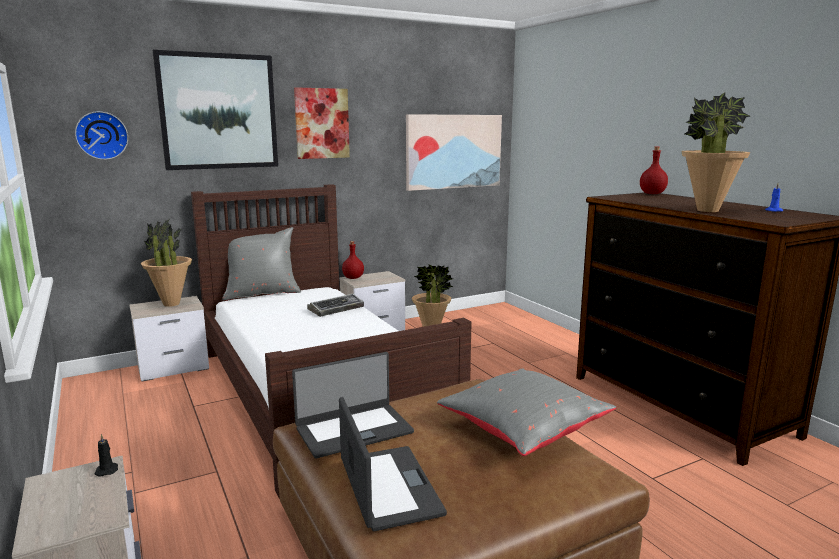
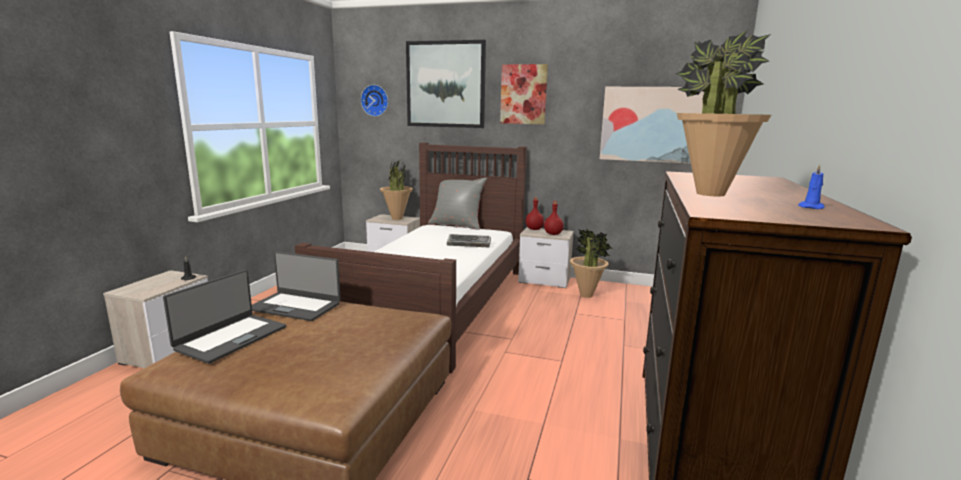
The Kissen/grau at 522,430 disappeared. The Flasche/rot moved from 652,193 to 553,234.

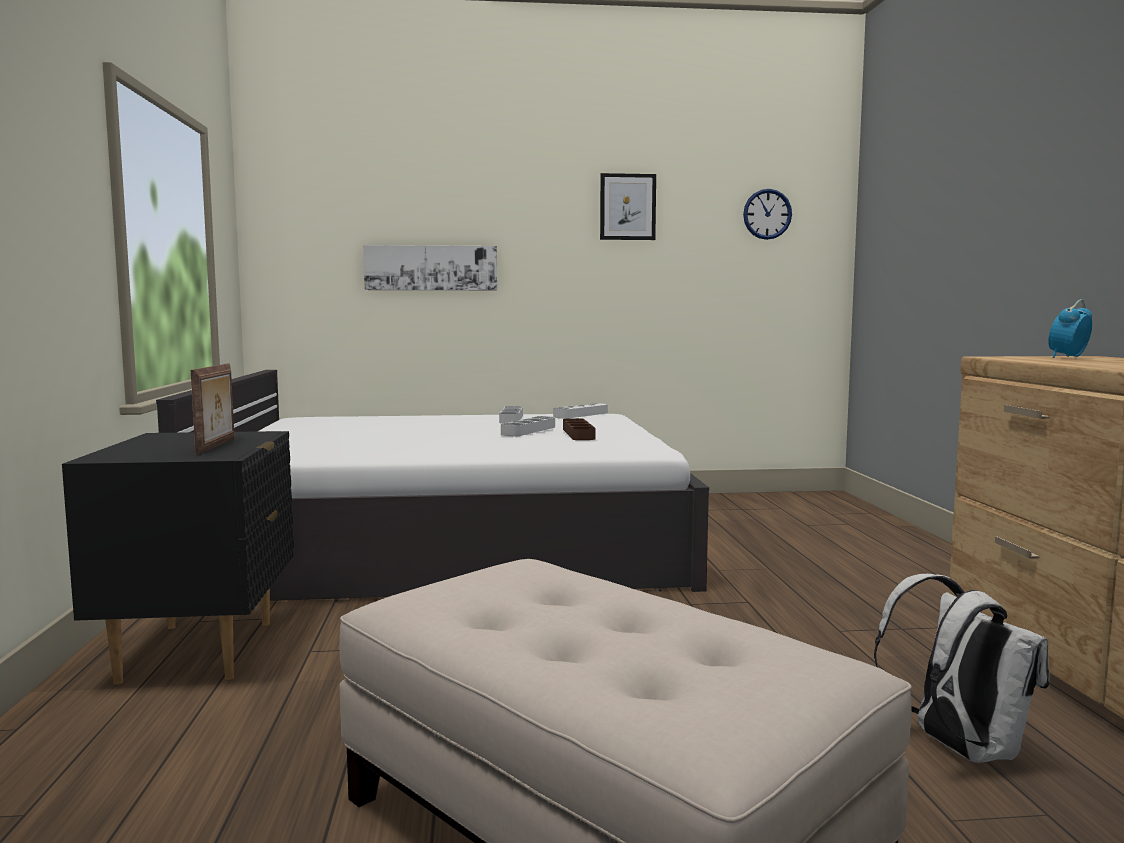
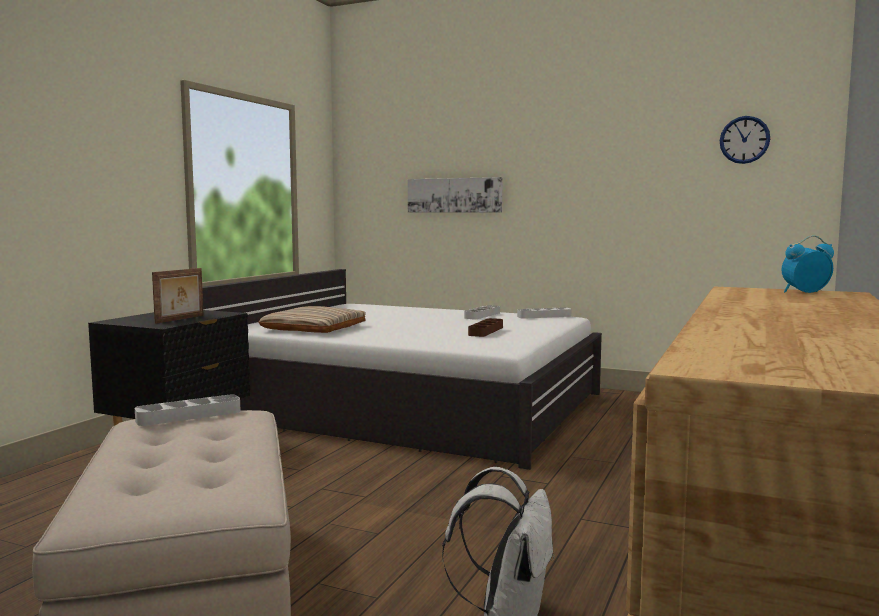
The Bild at 627,207 disappeared. The Kissen/beige at 314,328 appeared. The Tablett/grau moved from 528,431 to 189,415.

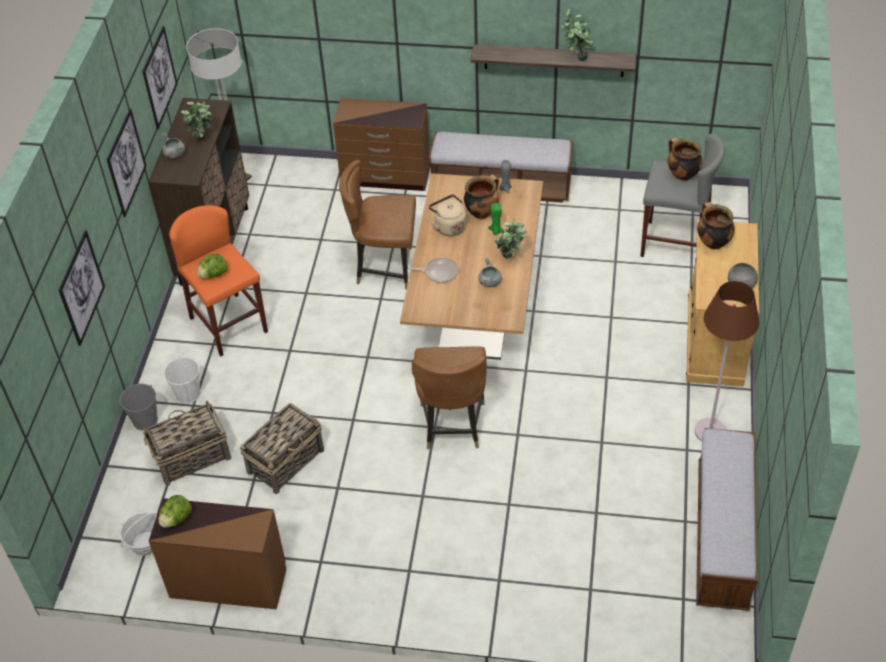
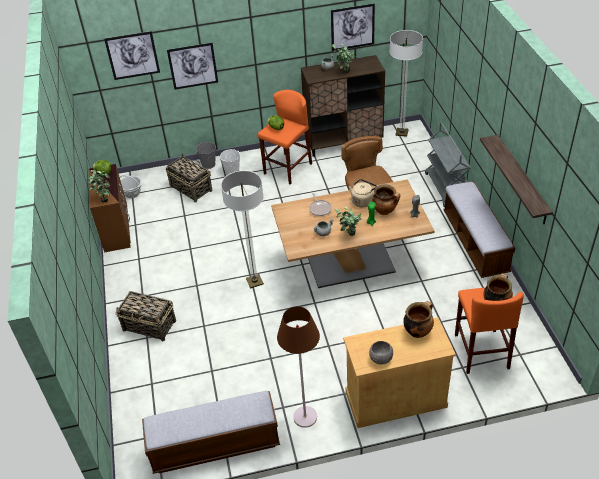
The Bild moved from 126,163 to 132,55. The Korb moved from 286,461 to 150,326. The Topfpflanze moved from 576,59 to 104,199. The Kommode/braun at 386,177 was replaced by the Rollwagen/grau at 445,188. The Stuhl/braun at 452,425 was replaced by the Stehlampe at 254,281. The Hocker/grau at 674,243 became the Hocker/orange at 481,351.

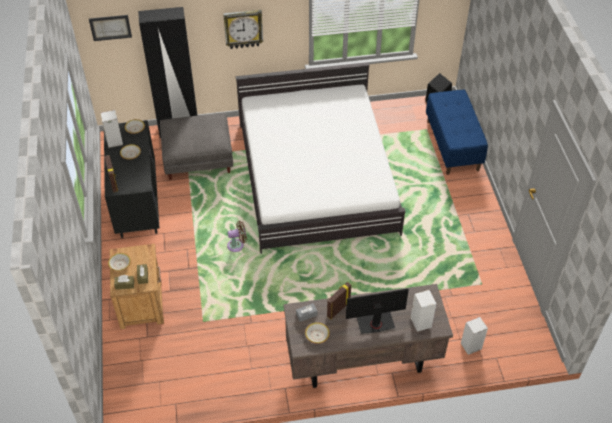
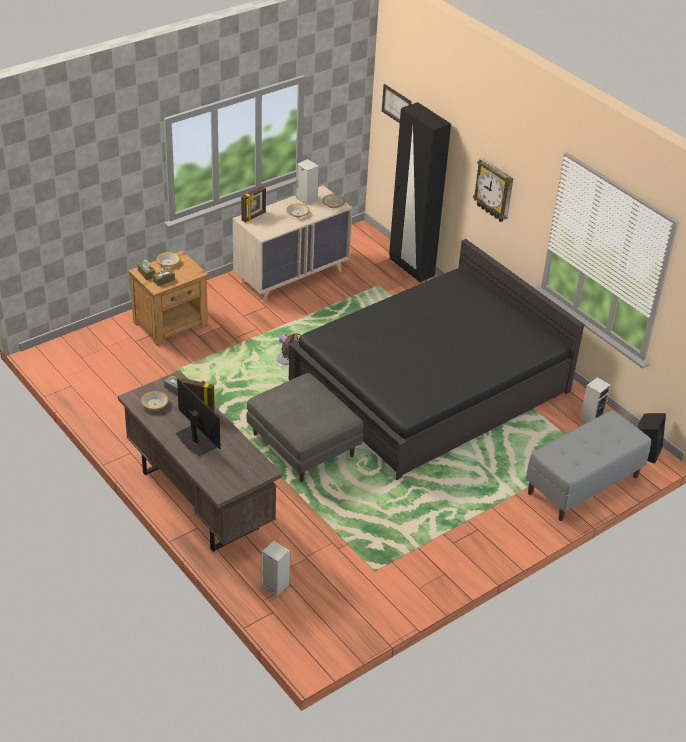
The Polsterhocker/grau moved from 199,159 to 304,446. The Lautsprecher moved from 420,322 to 591,417. The Kommode/schwarz at 137,202 became the Kommode/beige at 292,276. The Bett/weiß at 316,176 became the Bett/schwarz at 430,385. The Bank/blau at 453,145 became the Bank/grau at 583,485.

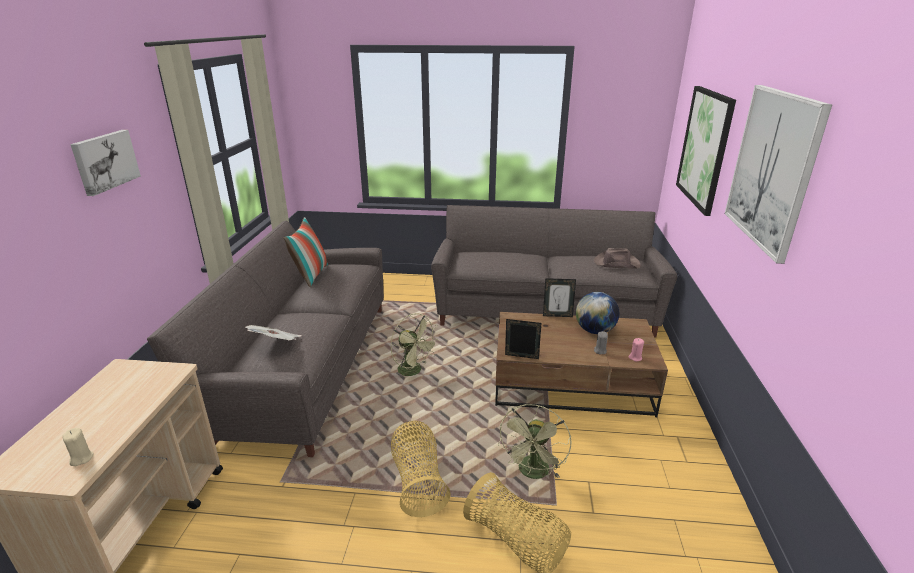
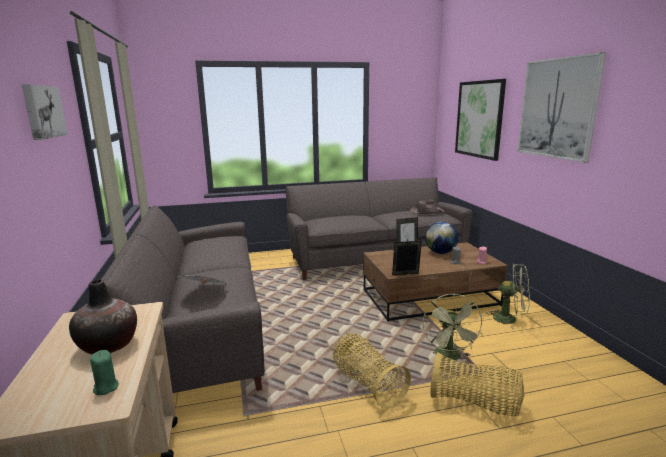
The Kissen at 310,275 disappeared. The Vase at 108,345 appeared. The Ventilator/grün moved from 414,371 to 510,319. The Kerze/beige at 81,458 became the Kerze/grün at 105,387.

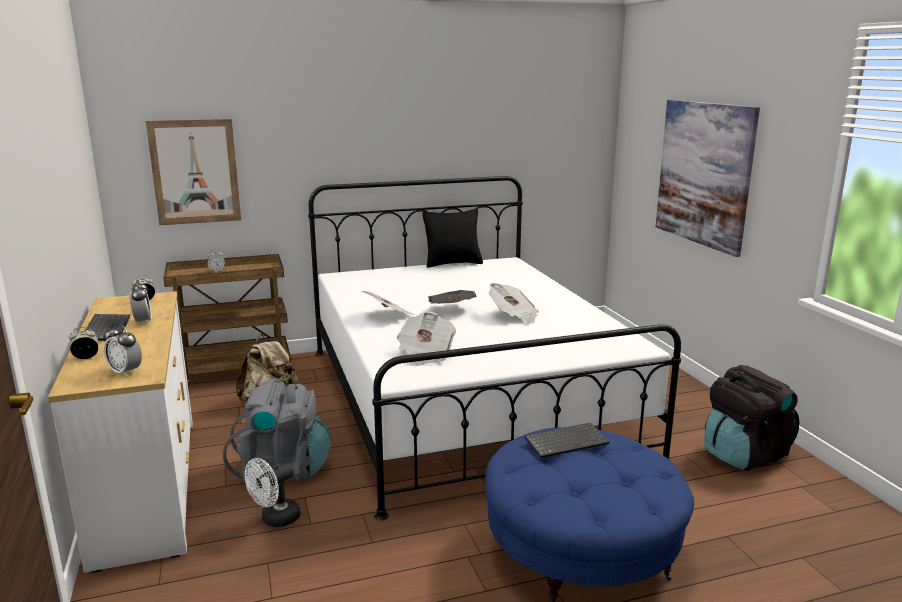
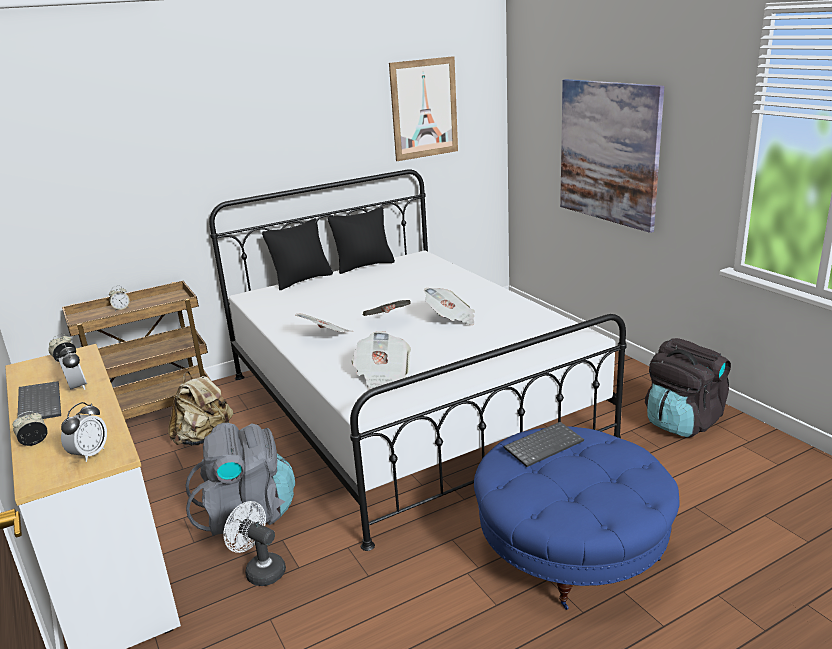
The Kissen/schwarz at 302,280 appeared. The Bild moved from 195,172 to 424,108. The Wecker at 125,372 turned 90 degrees counterclockwise. The Ventilator/weiß at 275,519 turned 90 degrees clockwise.

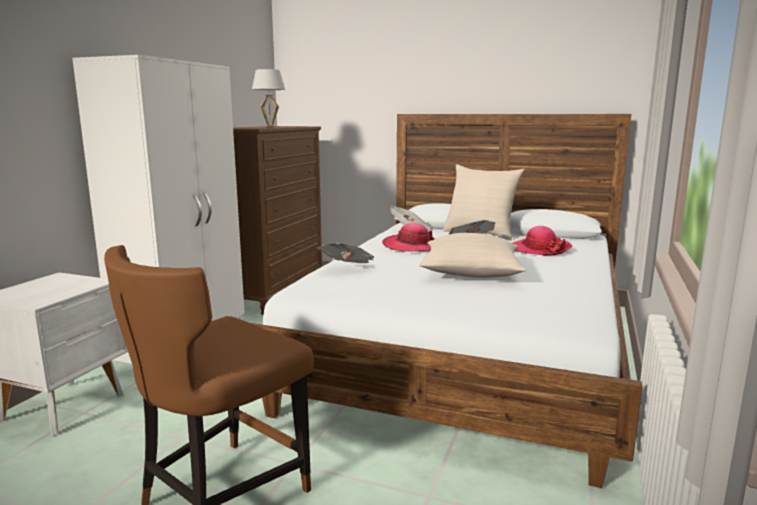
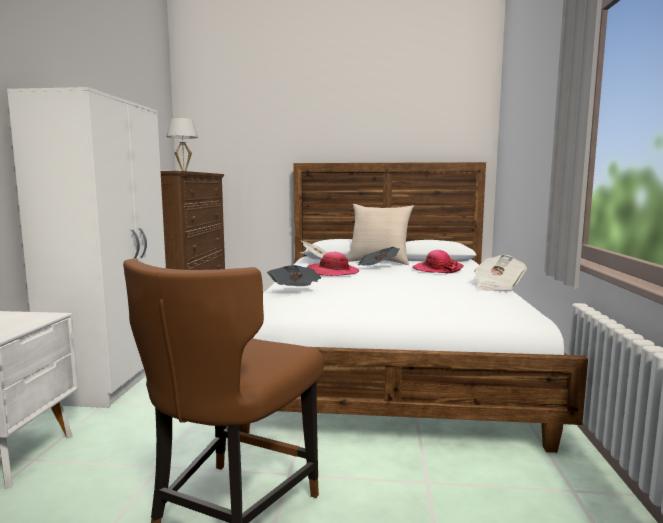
The Kissen/beige at 471,273 disappeared. The Zeitung at 496,287 appeared.

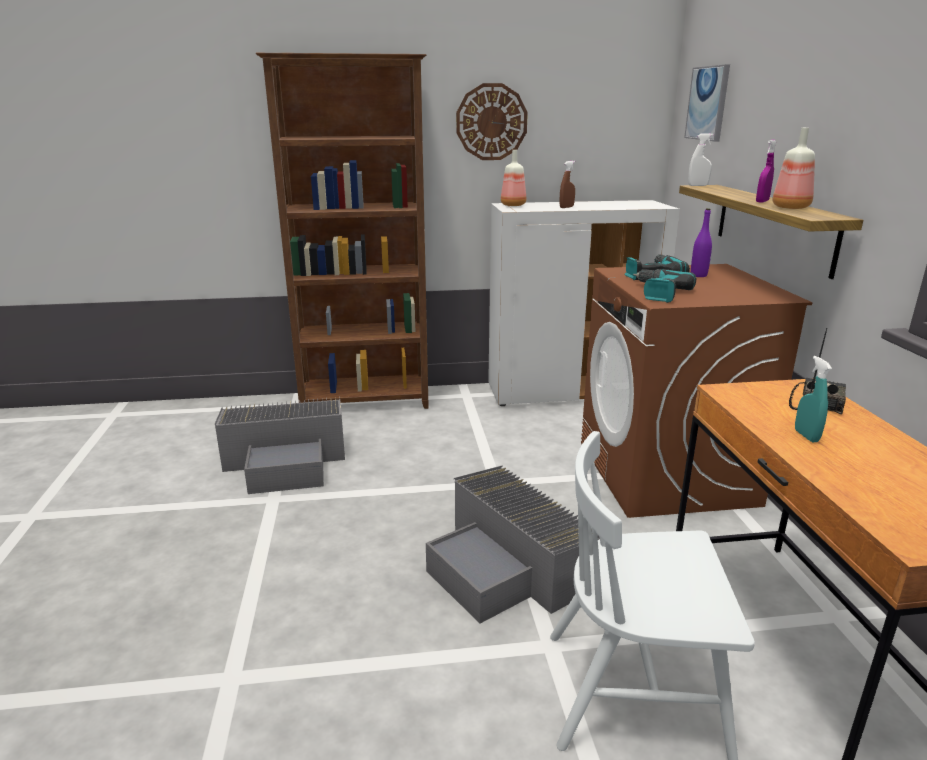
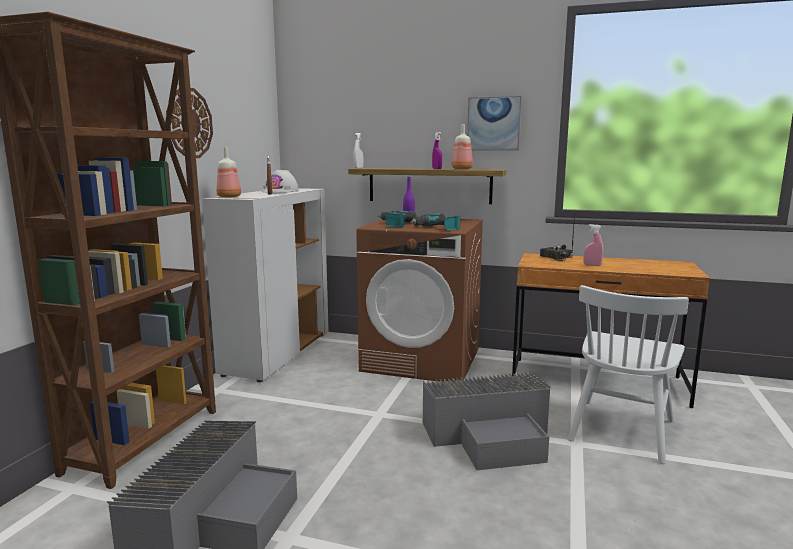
The Schutzhelm/weiß at 280,191 appeared. The Bild moved from 708,103 to 493,124. The Sprühflasche/türkis at 806,436 became the Sprühflasche/rosa at 592,265.

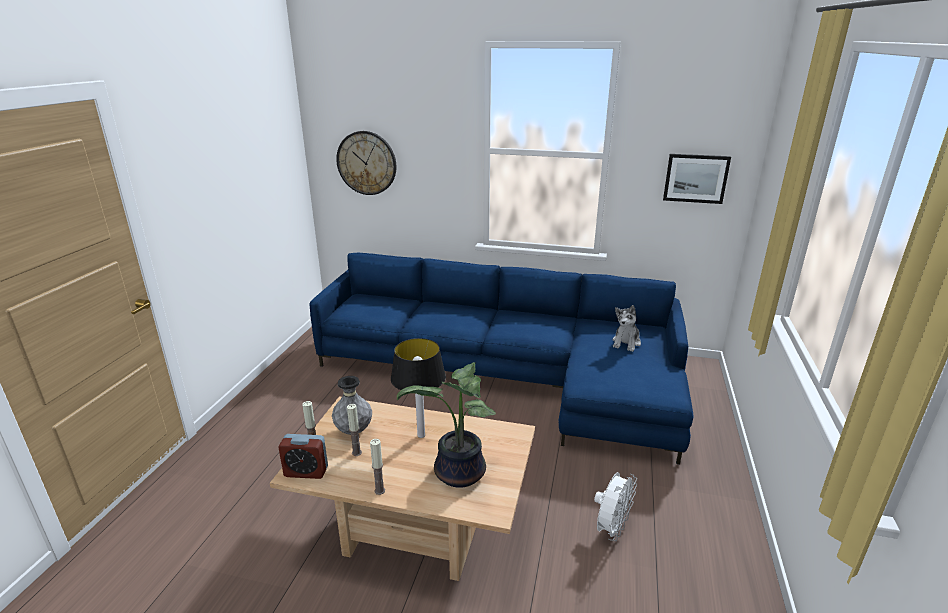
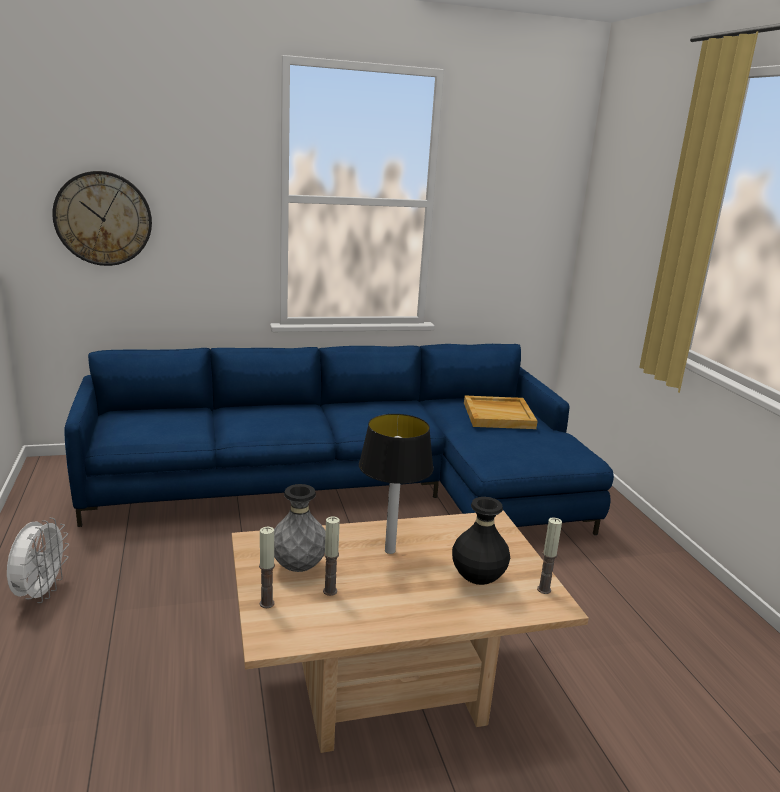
The Wecker at 306,472 disappeared. The Bild at 695,178 disappeared. The Kerze moved from 379,490 to 544,589. The Ventilator/weiß moved from 611,529 to 40,593. The Topfpflanze at 458,474 was replaced by the Vase/schwarz at 477,580. The Plüschtier at 626,343 was replaced by the Tablett/beige at 499,415.

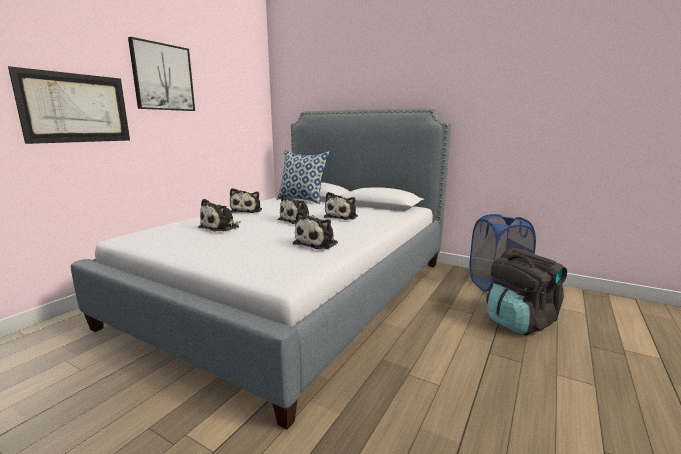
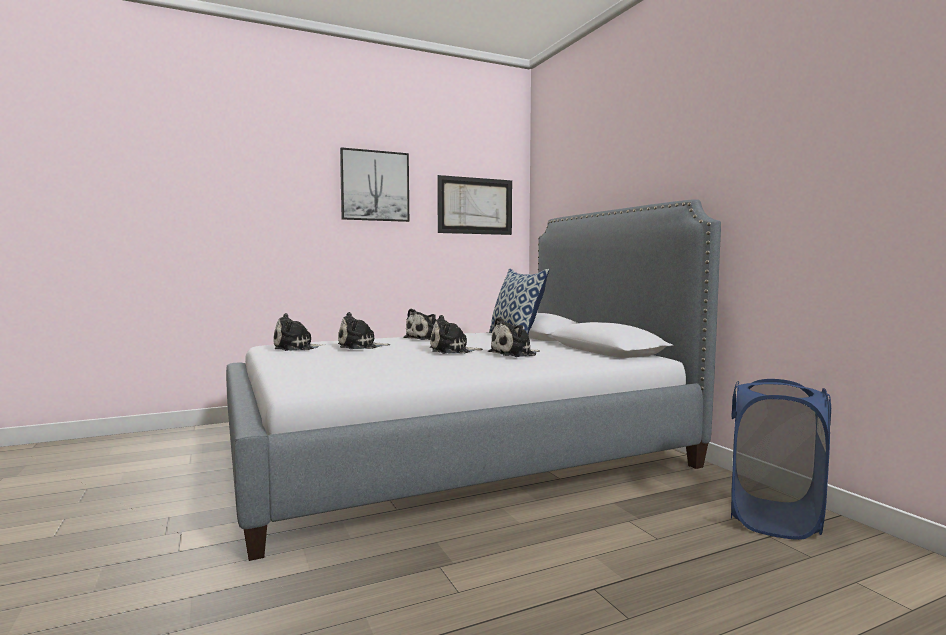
The Rucksack/schwarz at 519,322 disappeared. The Bild moved from 76,108 to 475,206. The Plüschtier moved from 318,243 to 296,348.

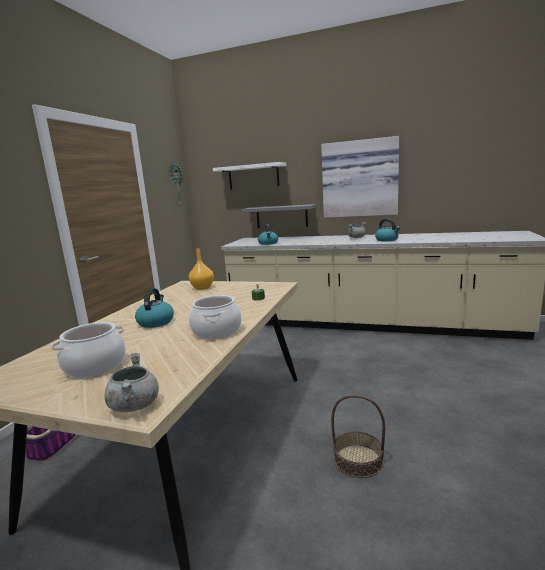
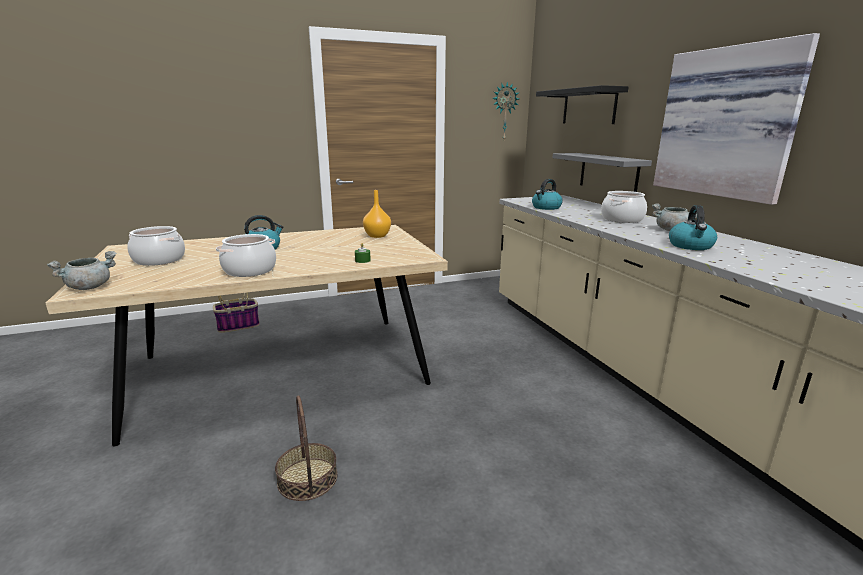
The Kochtopf at 622,219 appeared. The Wandregal/weiß at 253,176 became the Wandregal/schwarz at 589,106.

